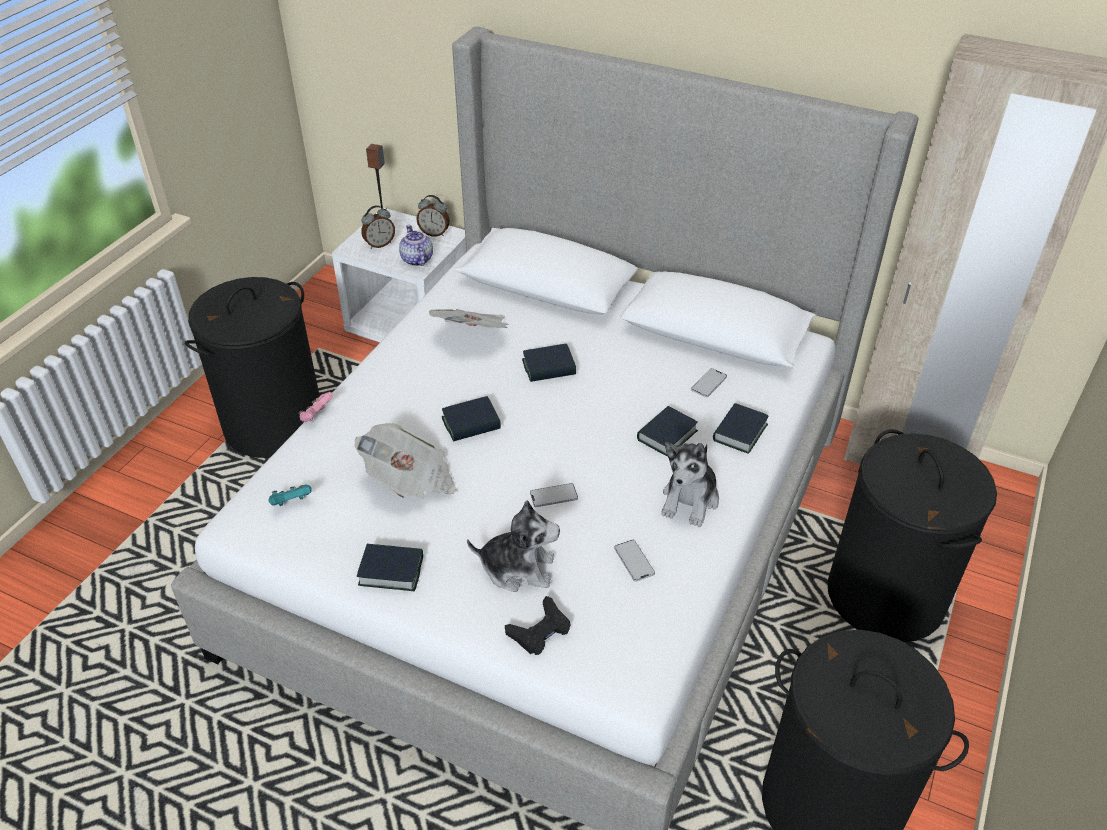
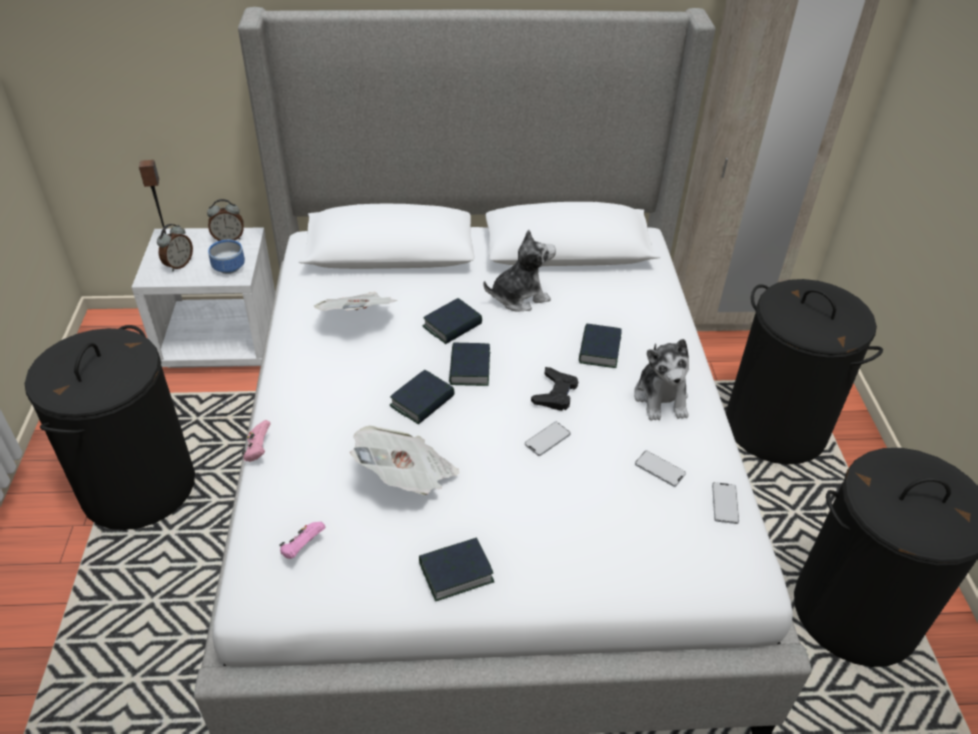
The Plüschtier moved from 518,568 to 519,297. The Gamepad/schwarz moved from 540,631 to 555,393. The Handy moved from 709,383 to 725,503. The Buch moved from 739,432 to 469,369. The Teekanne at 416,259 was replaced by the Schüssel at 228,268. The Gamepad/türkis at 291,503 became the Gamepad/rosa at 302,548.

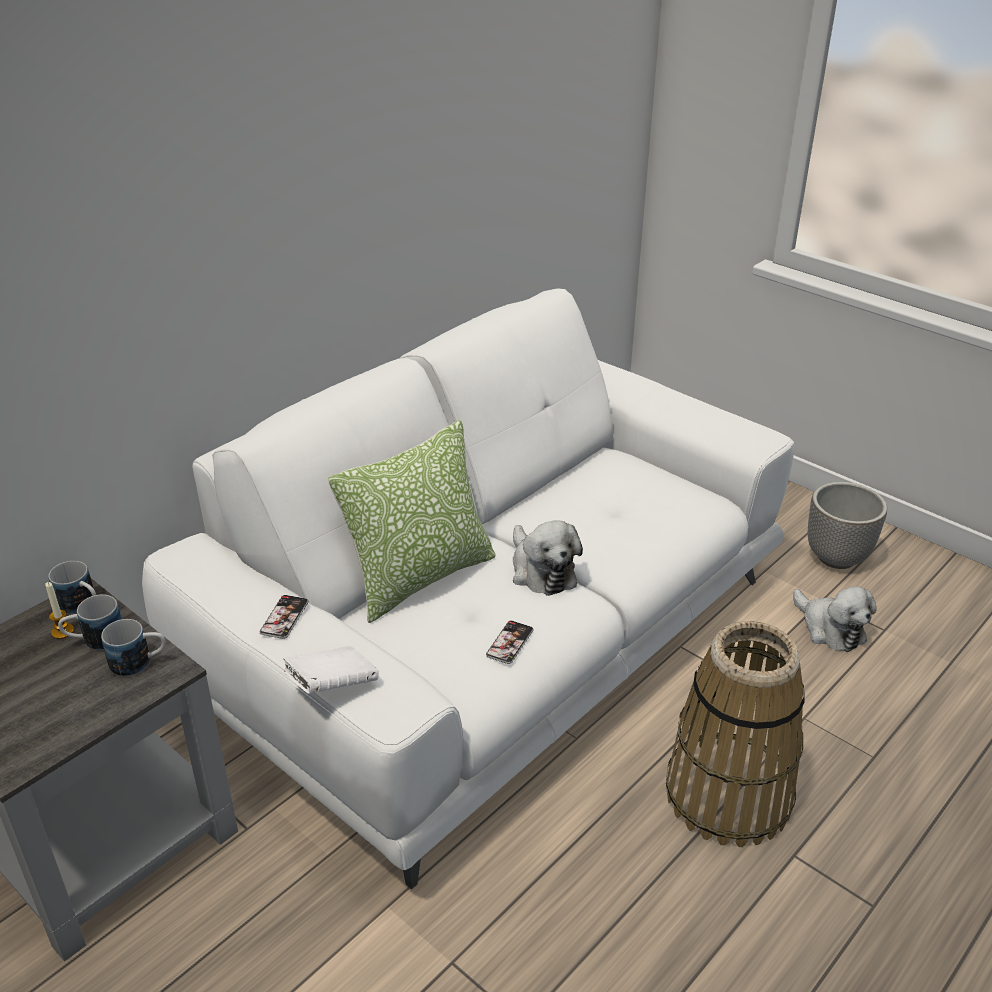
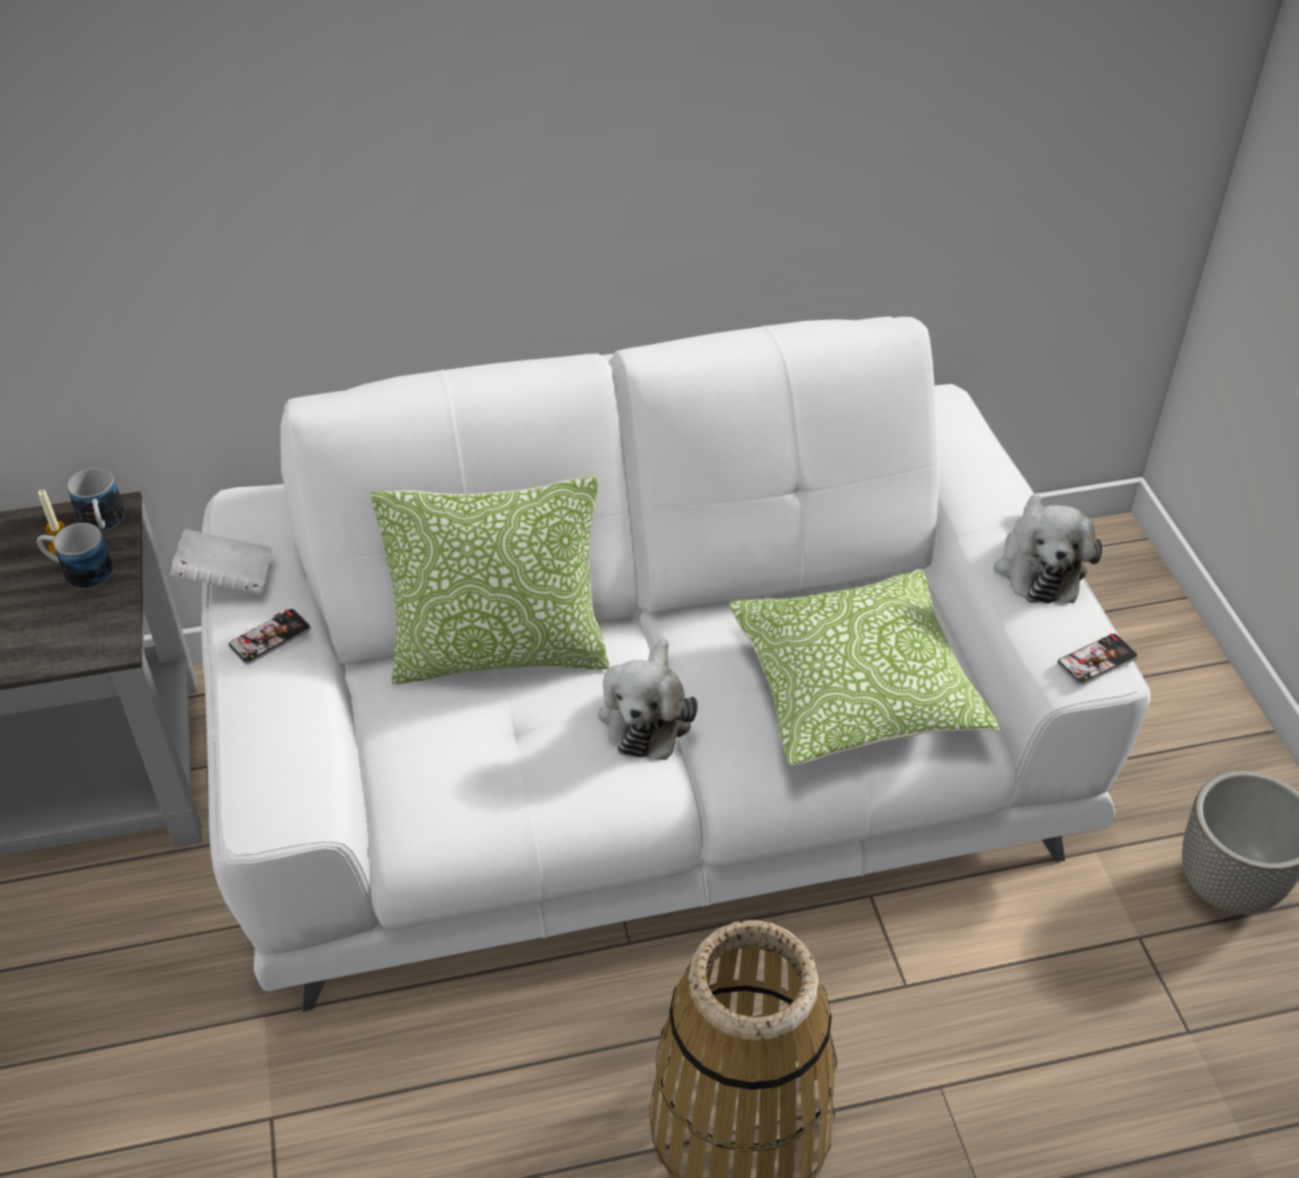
The Henkelbecher at 139,662 disappeared. The Kissen at 855,689 appeared. The Buch/weiß moved from 332,685 to 227,580. The Handy moved from 510,643 to 1097,660. The Plüschtier moved from 830,629 to 1039,565.

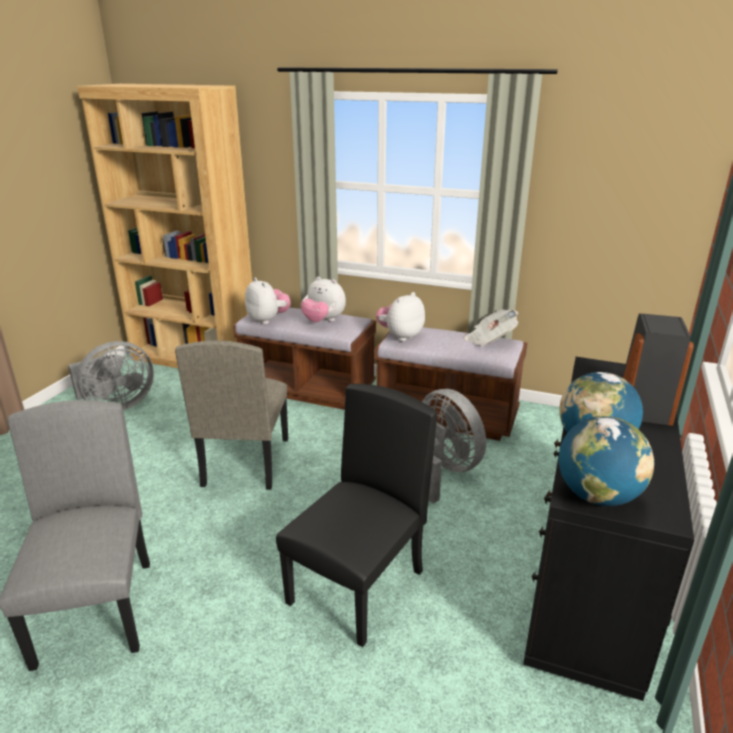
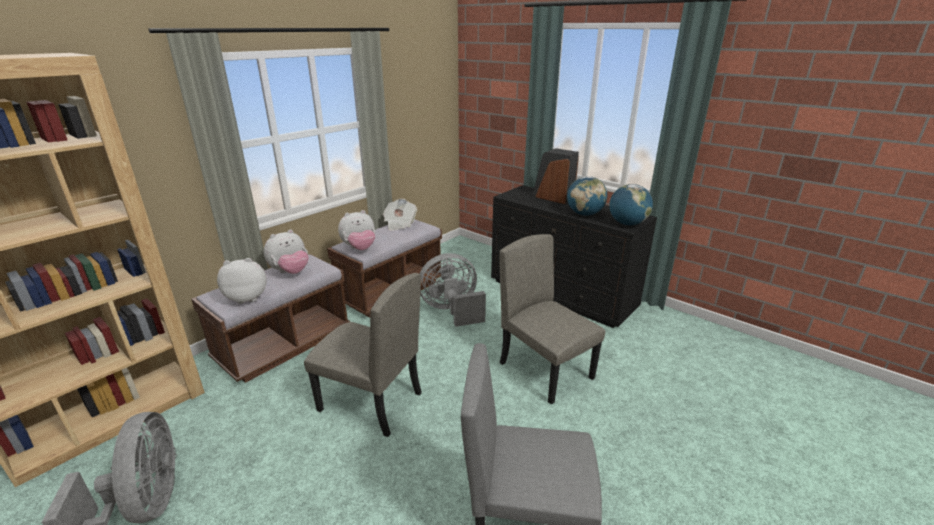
The Stuhl/schwarz at 357,587 became the Stuhl/beige at 546,370. The Plüschtier at 400,336 turned 90 degrees counterclockwise.

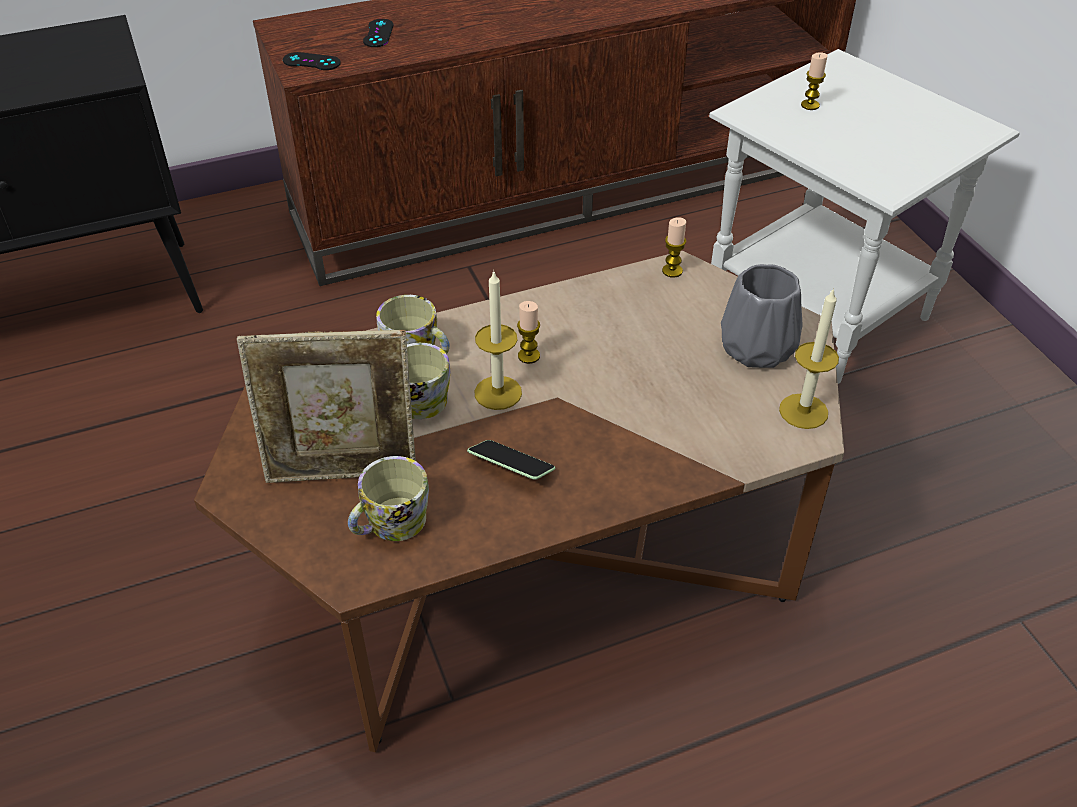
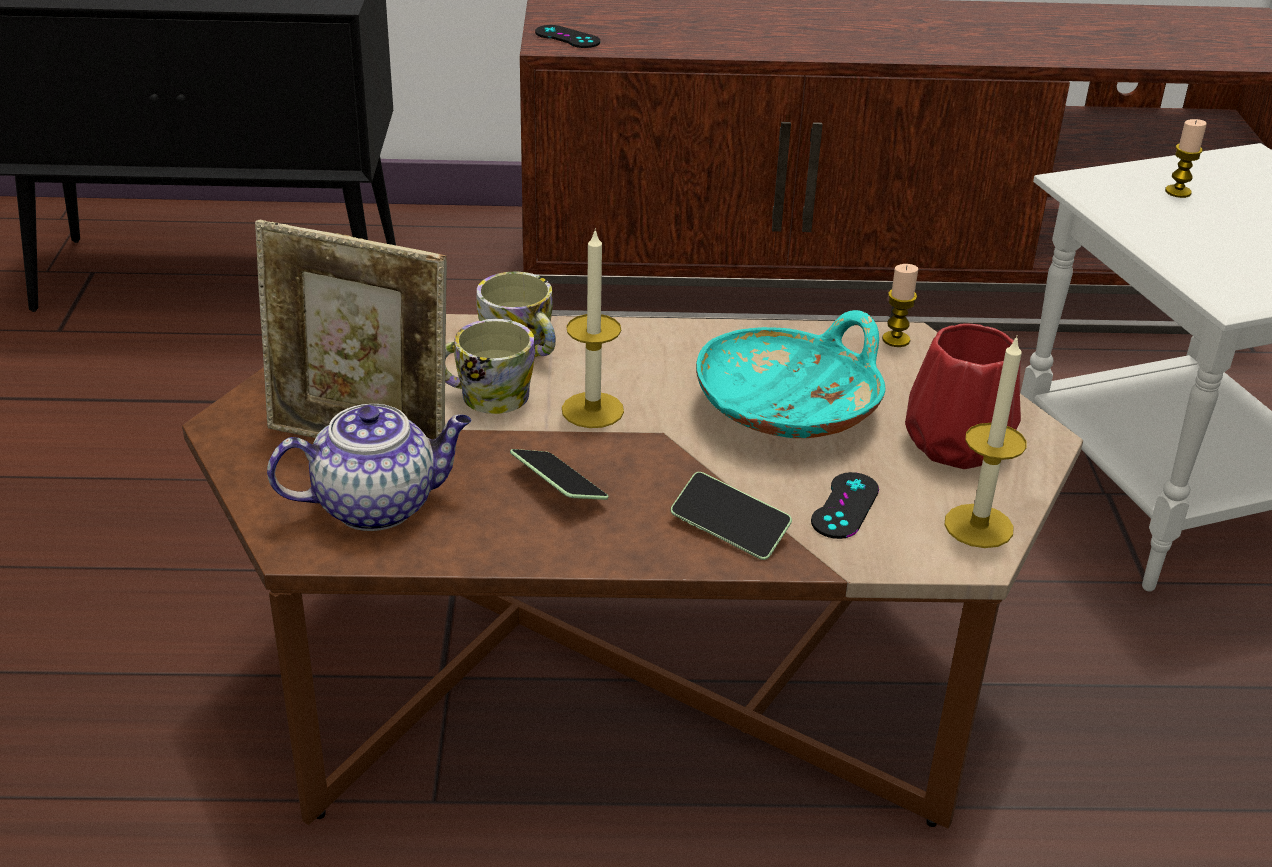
The Kerze at 528,356 disappeared. The Handy at 729,528 appeared. The Schüssel/türkis at 790,408 appeared. The Gamepad/schwarz moved from 378,33 to 845,506. The Henkelbecher at 390,524 was replaced by the Teekanne at 378,505. The Vase/grau at 755,347 became the Vase/rot at 956,443.

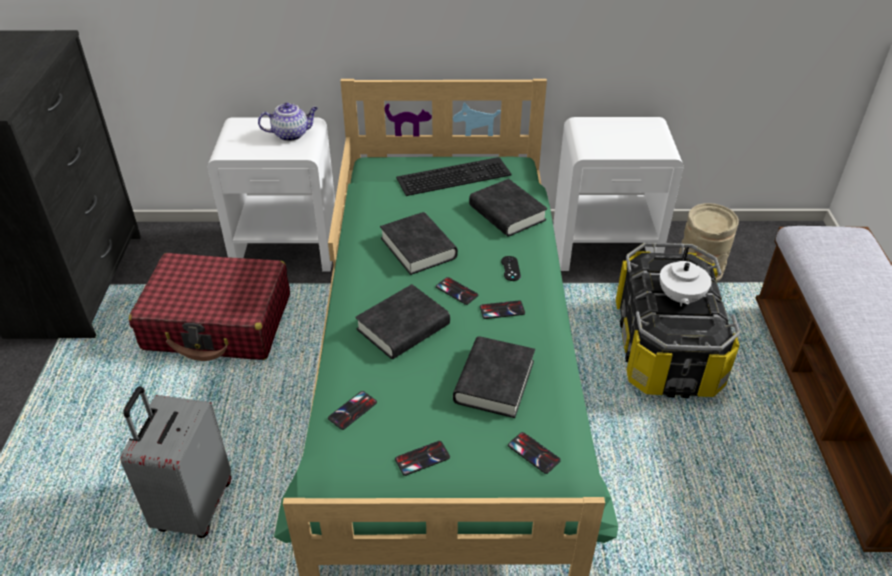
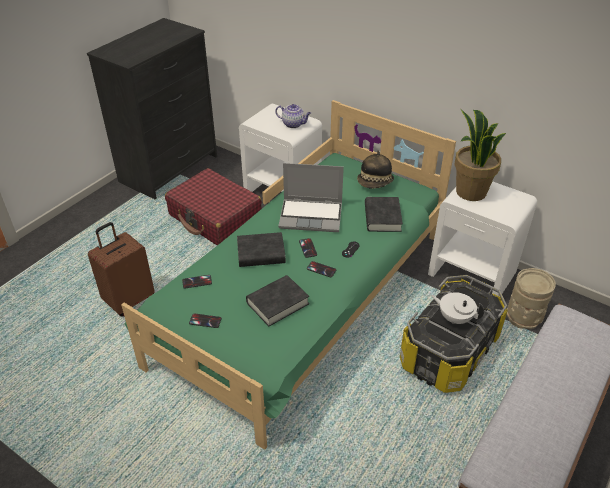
The Handy at 533,453 disappeared. The Topfpflanze at 470,192 appeared. The Buch/schwarz at 418,248 was replaced by the Laptop at 311,216. The Tastatur at 454,175 was replaced by the Hut at 375,183. The Koffer/grau at 193,506 became the Koffer/braun at 129,300. The Teekanne/weiß at 680,298 turned 75 degrees clockwise.

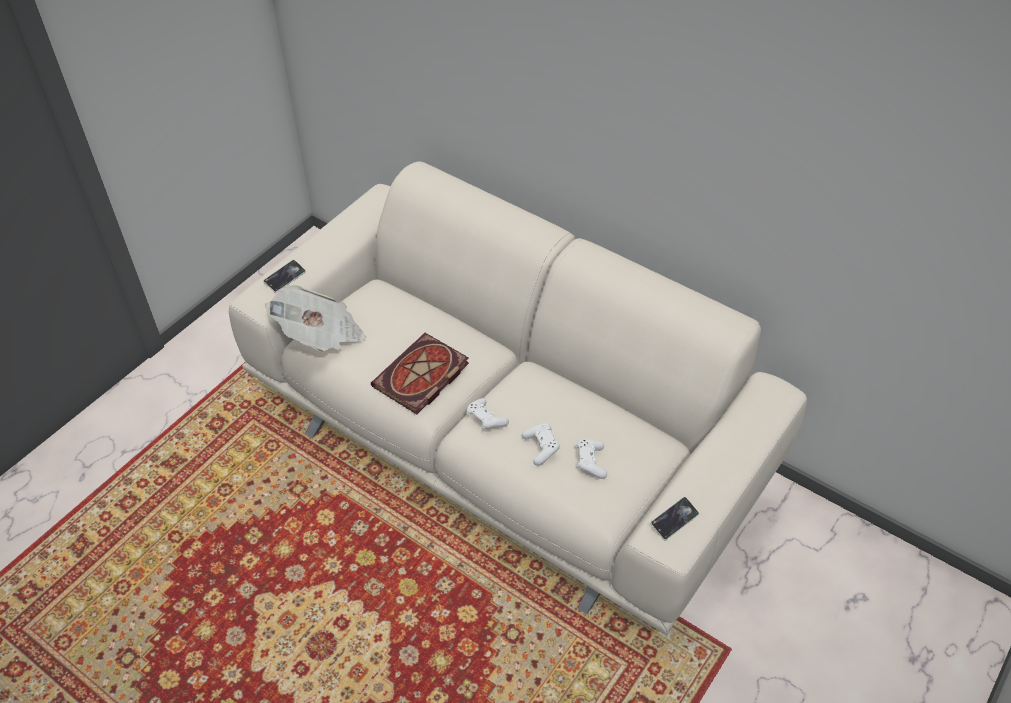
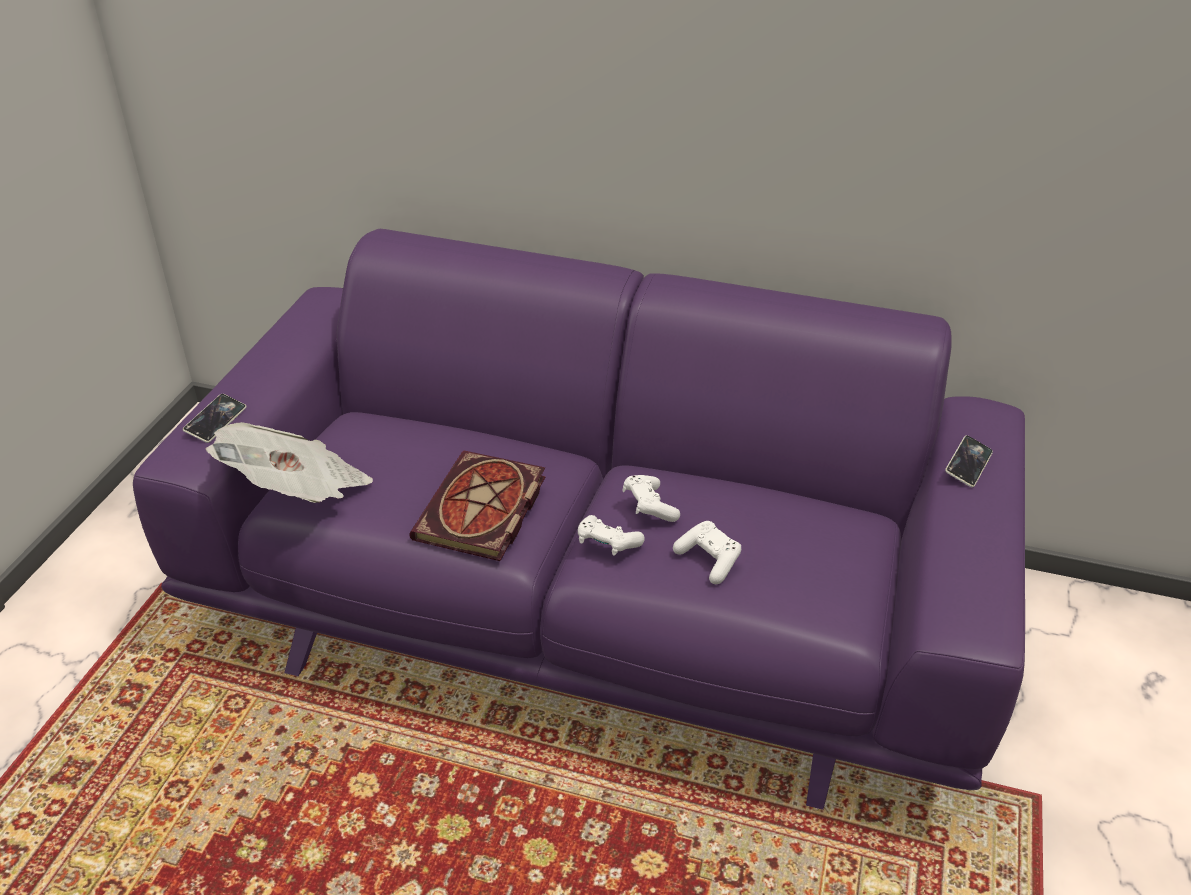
The Gamepad/weiß moved from 590,462 to 649,507. The Handy moved from 674,520 to 968,464. The Sofa/beige at 508,442 became the Sofa/lila at 596,607.

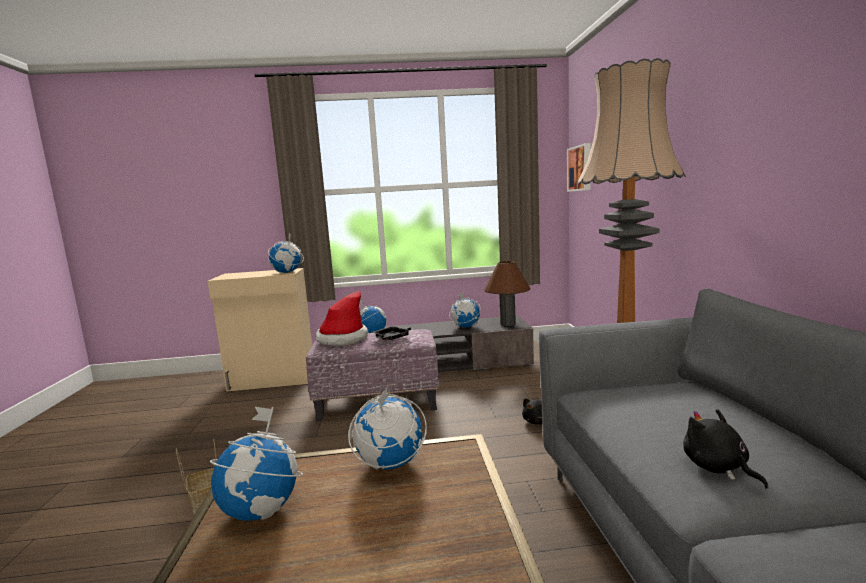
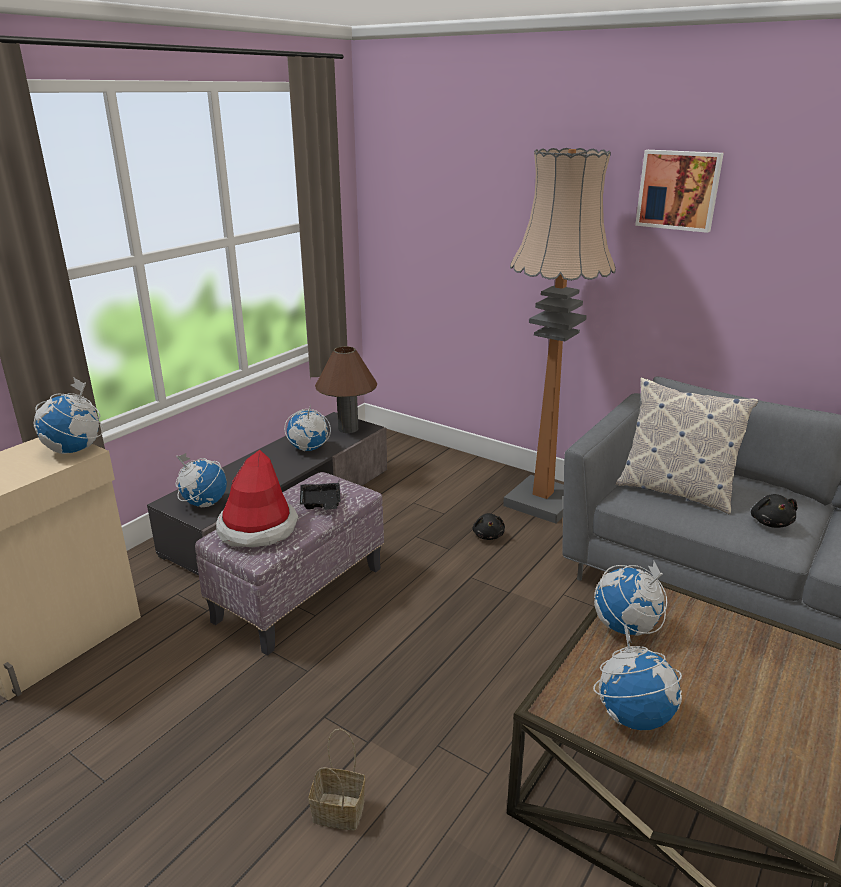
The Kissen at 675,491 appeared. The Bild moved from 580,168 to 678,190. The Plüschtier/schwarz at 717,468 turned 105 degrees counterclockwise.

